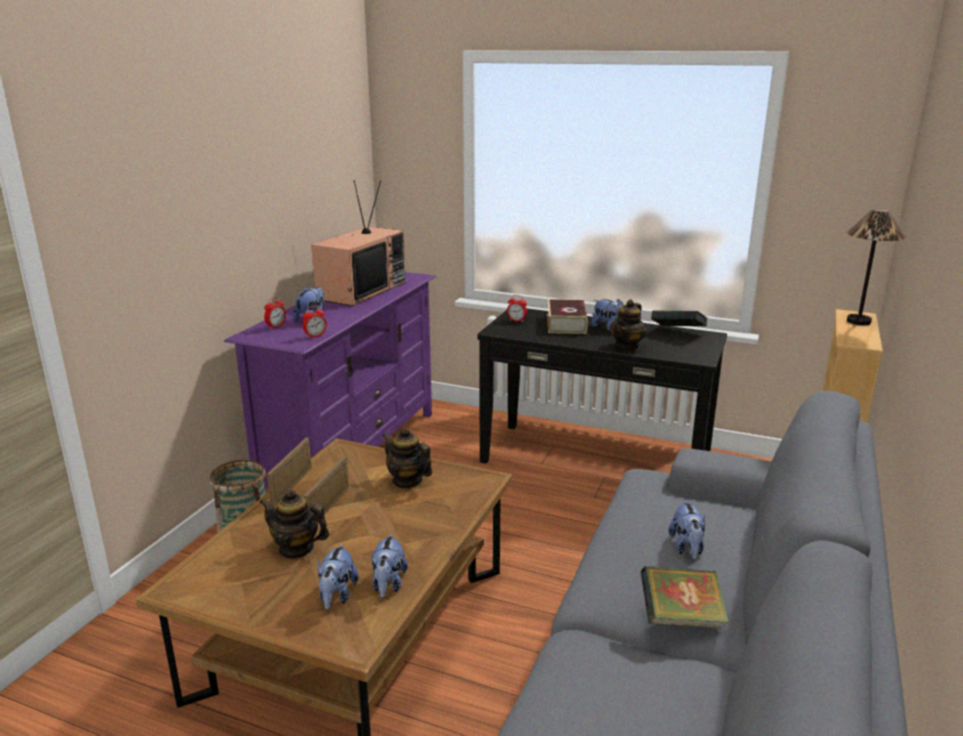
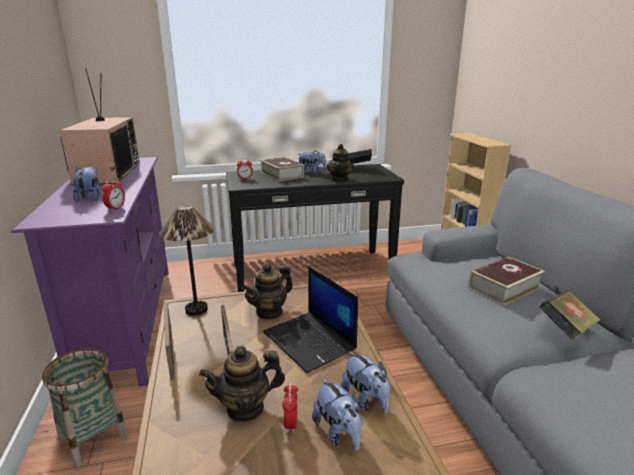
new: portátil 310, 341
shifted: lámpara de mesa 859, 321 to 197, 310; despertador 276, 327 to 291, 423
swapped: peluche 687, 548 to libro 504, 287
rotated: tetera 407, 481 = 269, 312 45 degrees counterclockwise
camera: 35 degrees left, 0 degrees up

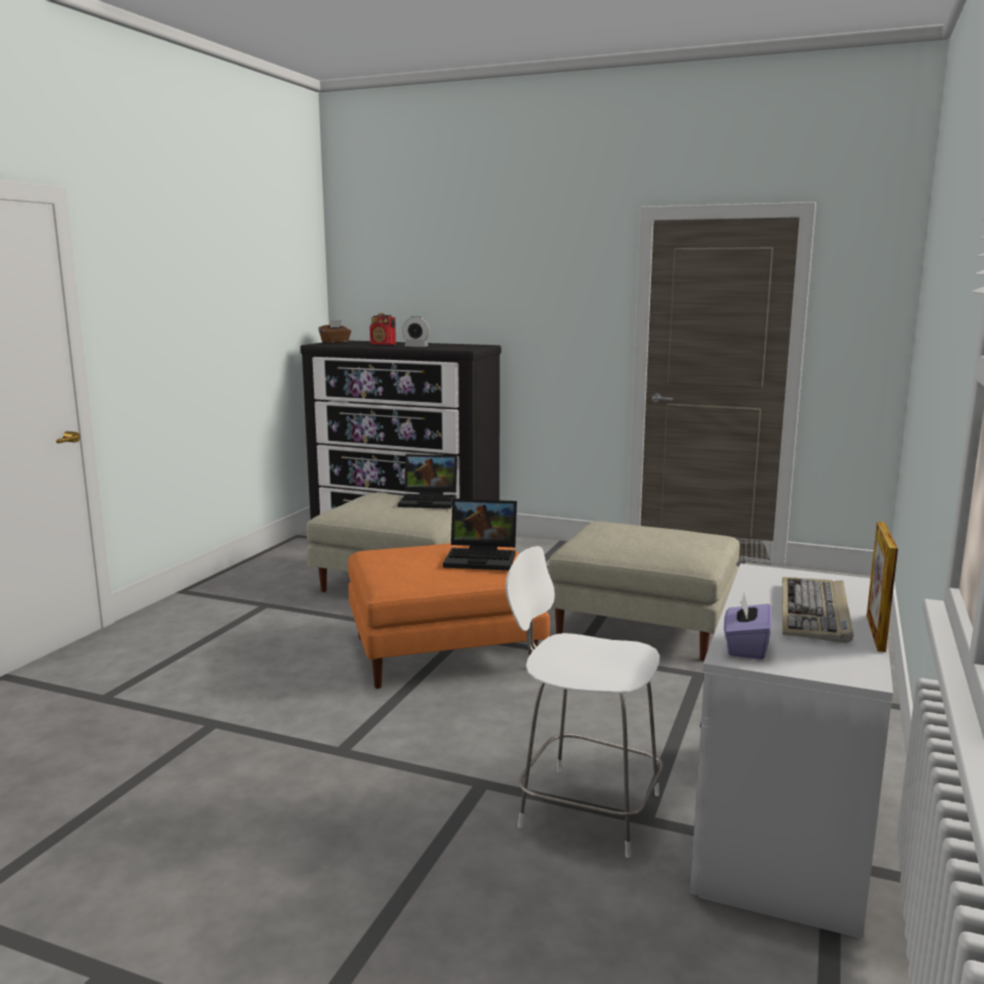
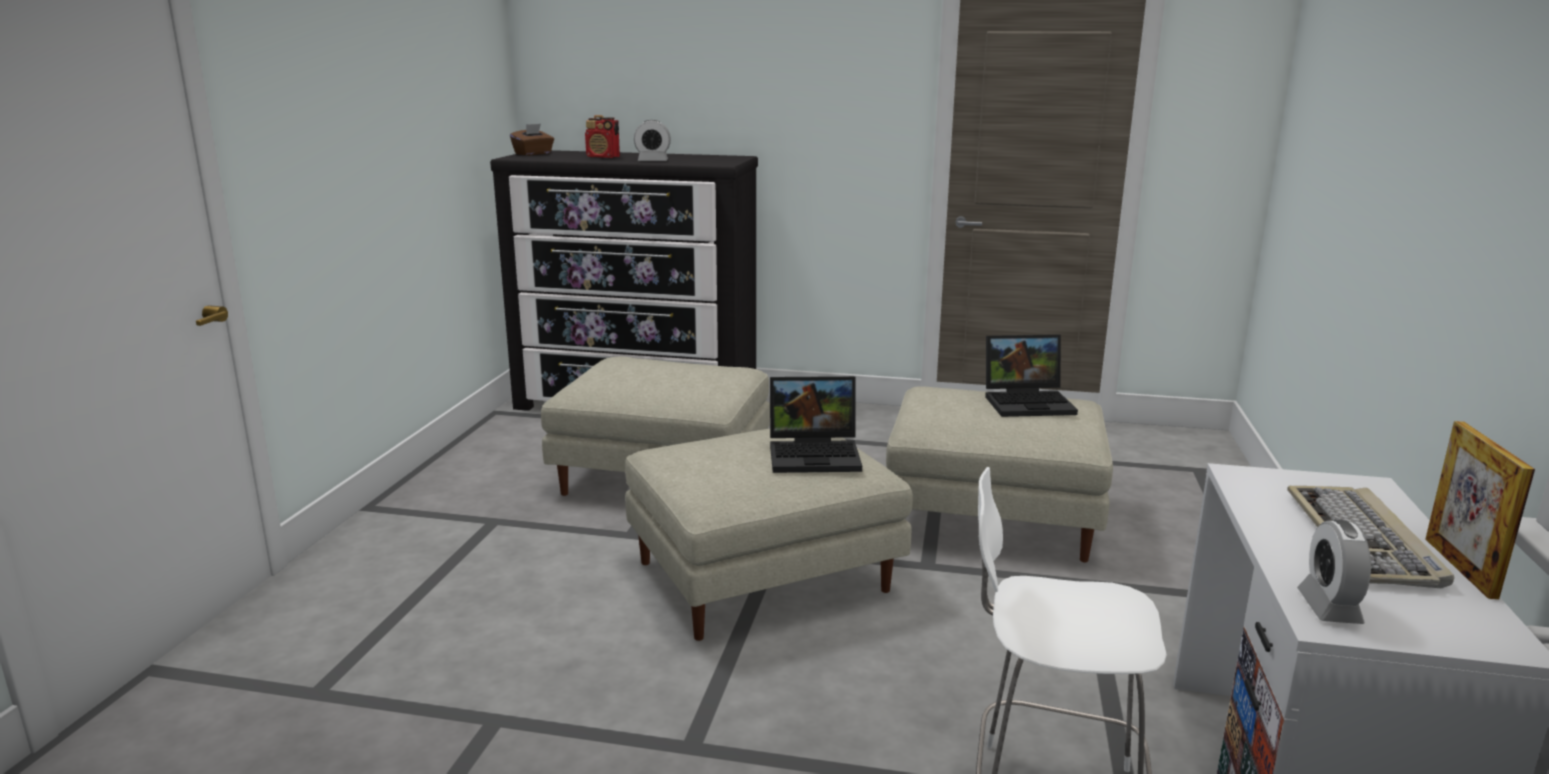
shifted: portátil 430, 501 to 1029, 402
swapped: caja de pañuelos/morado 745, 647 to despertador 1329, 607
repainted: puf/naranja 446, 651 to puf/beis 765, 575
camera: 10 degrees left, 5 degrees up

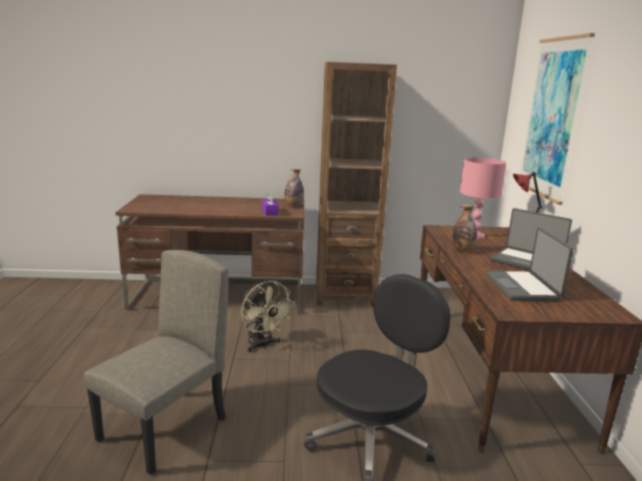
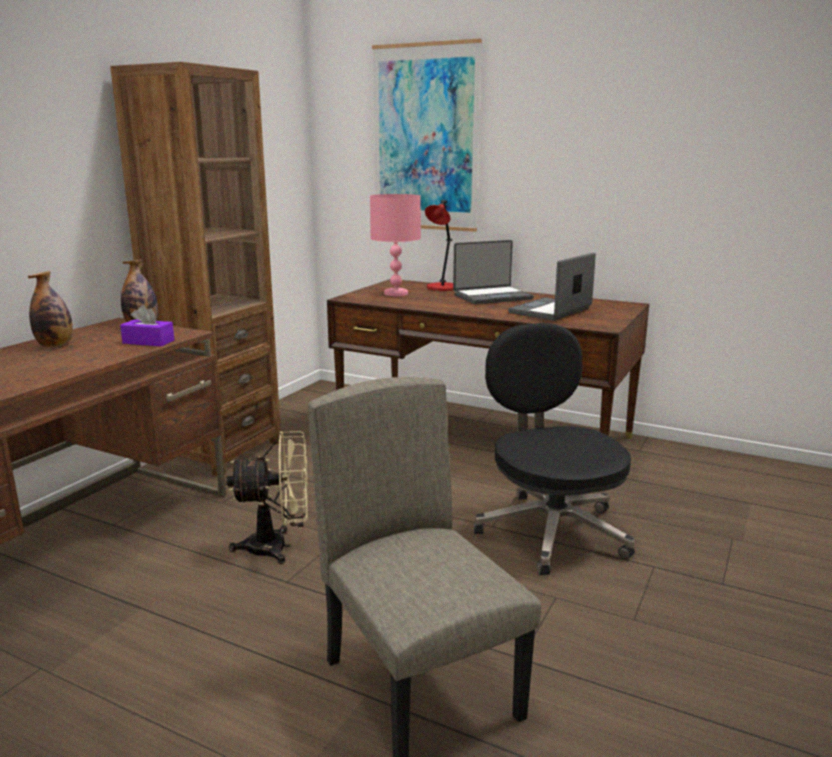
shifted: botella 463, 250 to 55, 345
rotated: portátil 523, 287 = 551, 311 105 degrees clockwise
camera: 60 degrees left, 0 degrees up

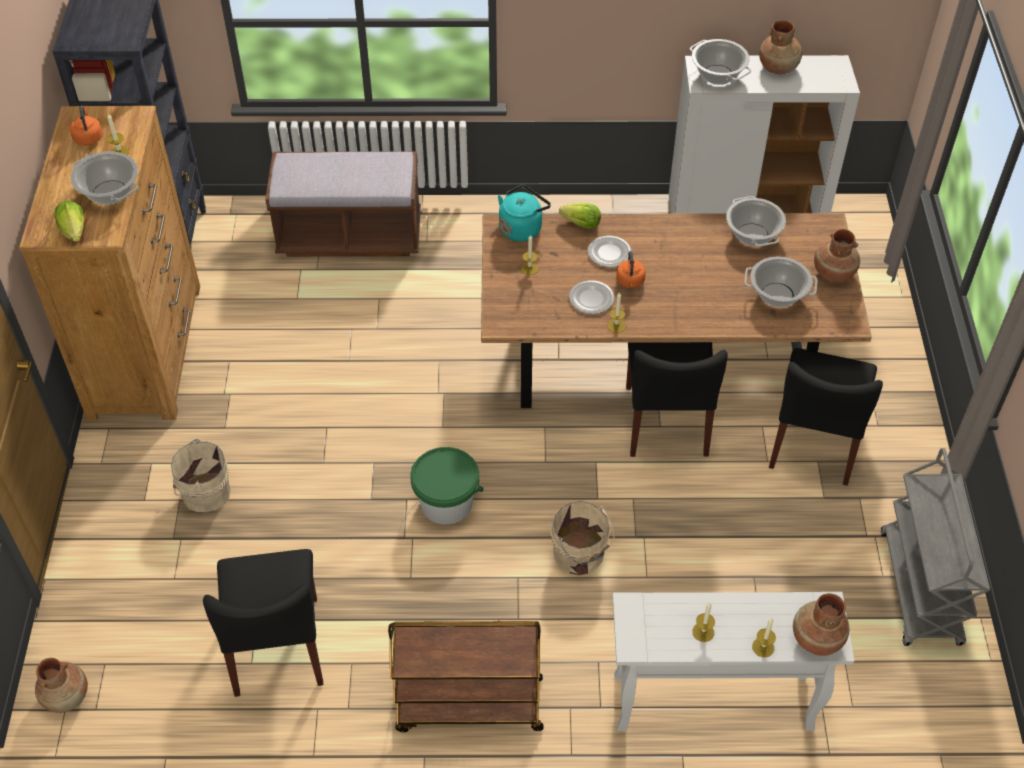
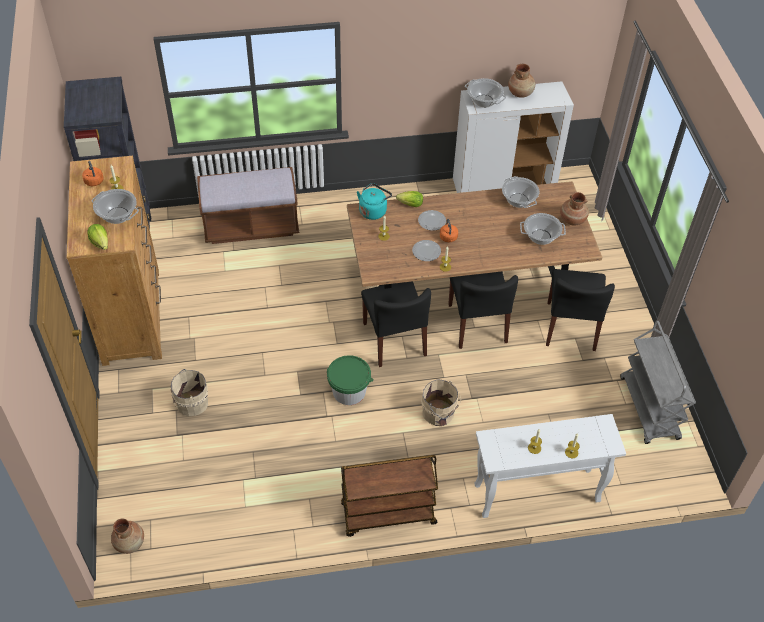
gone: florero/marrón 816, 639
shifted: silla/negro 277, 646 to 394, 339
camera: 10 degrees left, 0 degrees up

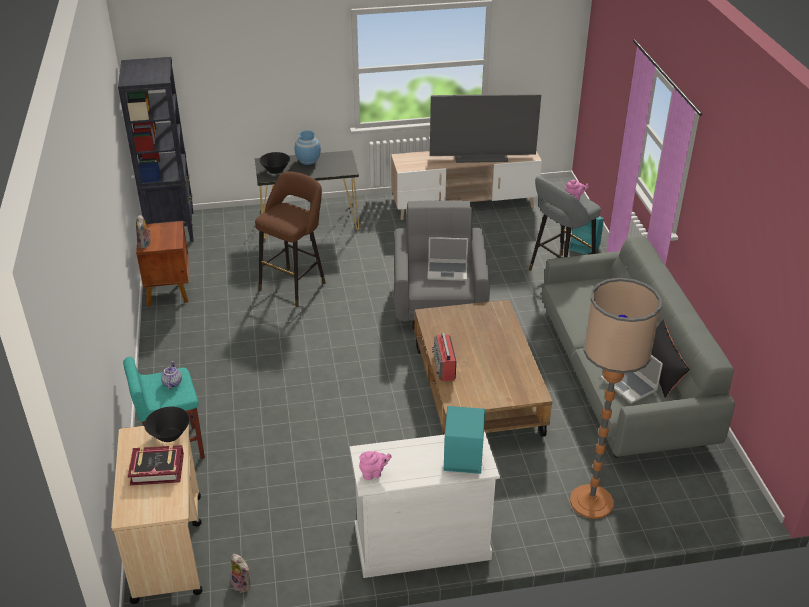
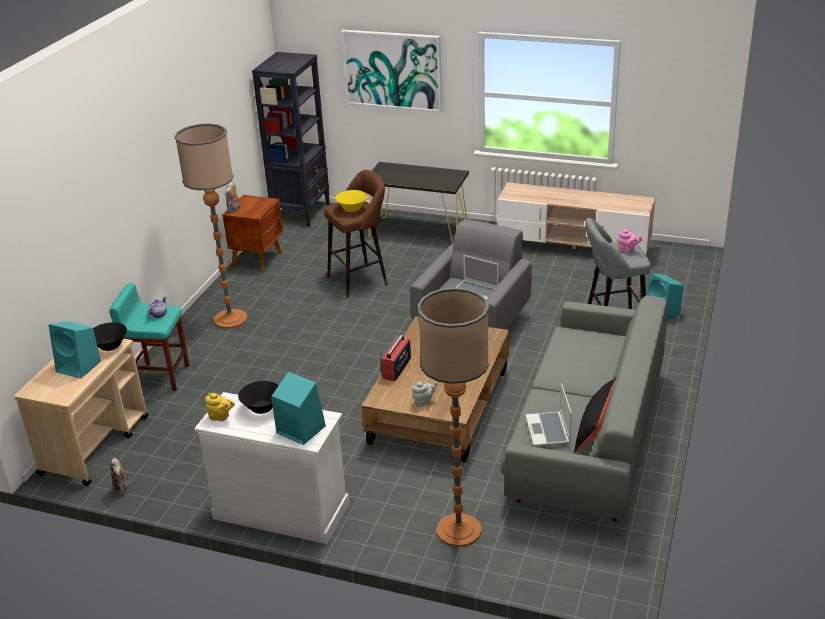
gone: televisor 481, 156; florero/azul 308, 161
new: cuadro 392, 70; lámpara de pie 230, 319; cuenco/amarillo 352, 209; tetera/gris 424, 402
shifted: cuenco/negro 275, 170 to 262, 408
swapped: libro 157, 469 to altavoz/turquesa 80, 366
repainted: tetera/rosa 374, 473 to tetera/amarillo 221, 417
camera: 30 degrees right, 5 degrees down

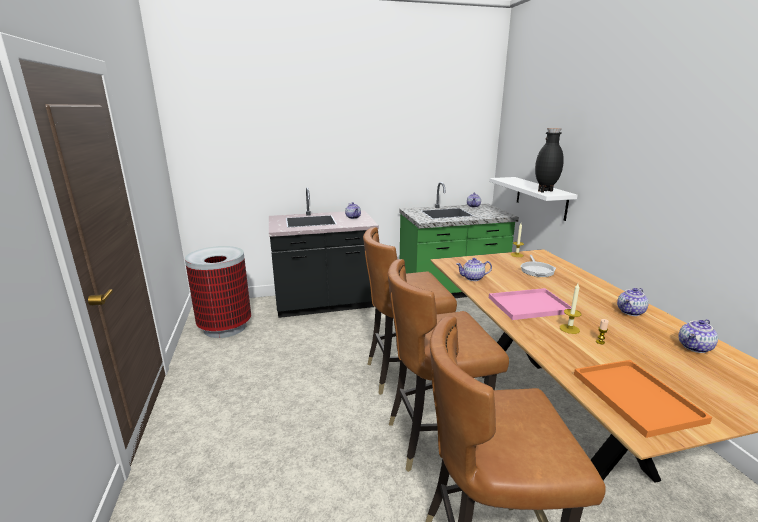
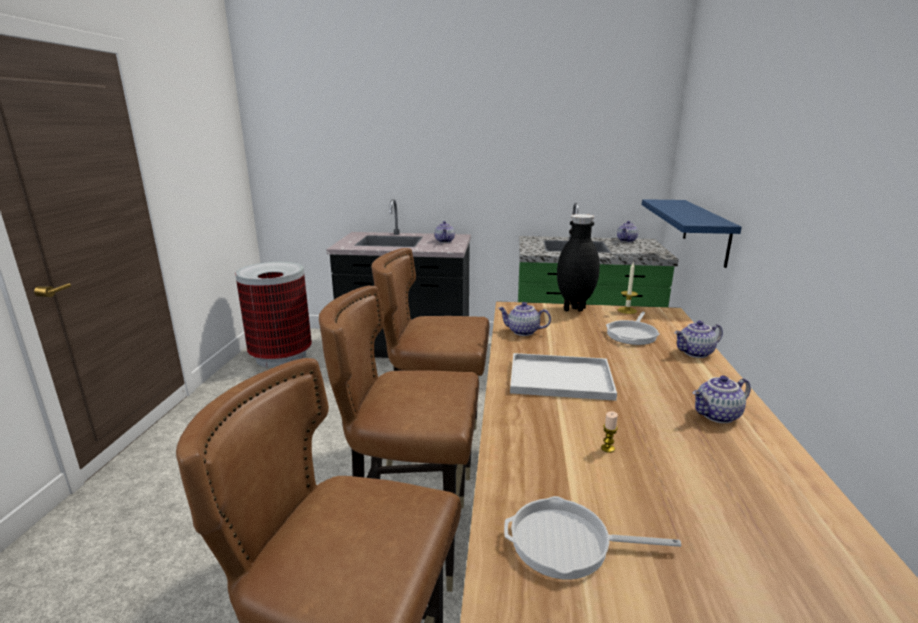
gone: vela 569, 329
shifted: florero/negro 545, 191 to 575, 309; tetera 695, 348 to 695, 353
swapped: bandeja/naranja 638, 398 to sartén 567, 543
repainted: estante/blanco 541, 197 to estante/azul 706, 231; bandeja/rosa 530, 304 to bandeja/blanco 562, 378
camera: 20 degrees right, 0 degrees up

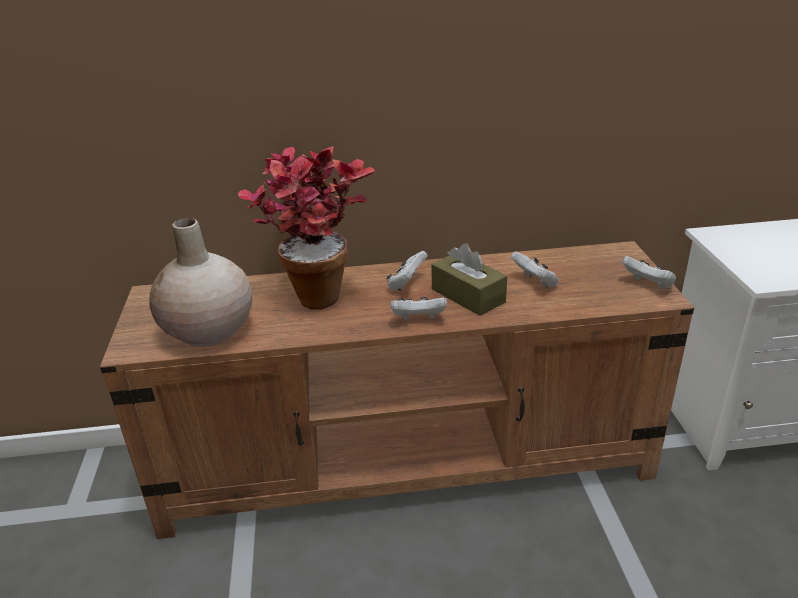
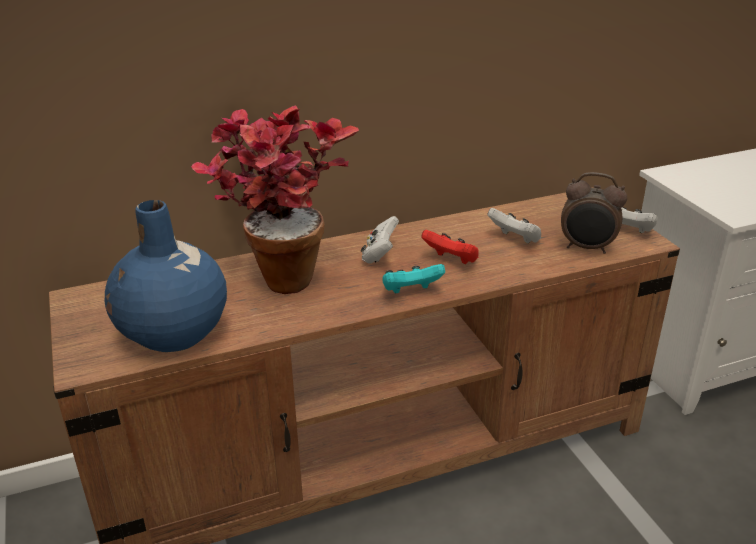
new: despertador 587, 248
swapped: caja de pañuelos/marrón 468, 295 to mando de consola/rojo 451, 260
repainted: florero/beis 209, 331 to florero/azul 174, 332; mando de consola/blanco 418, 319 to mando de consola/turquesa 411, 292
camera: 15 degrees left, 0 degrees up

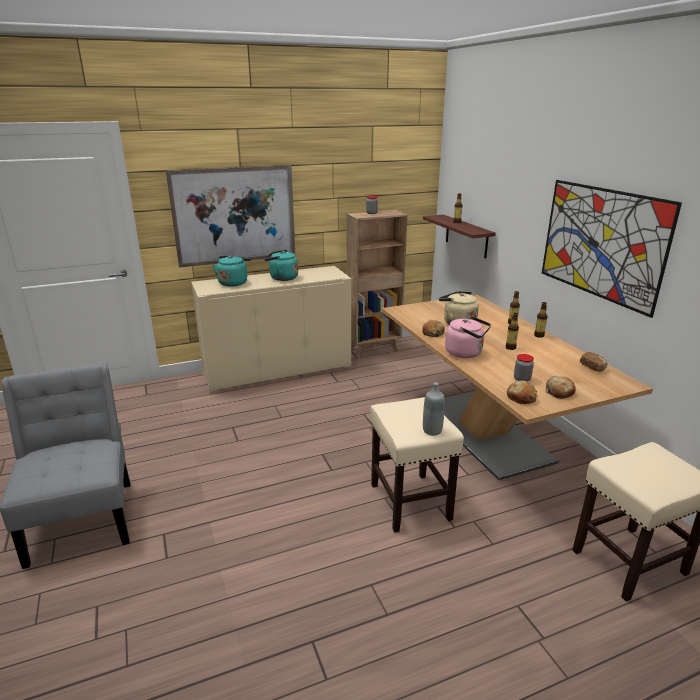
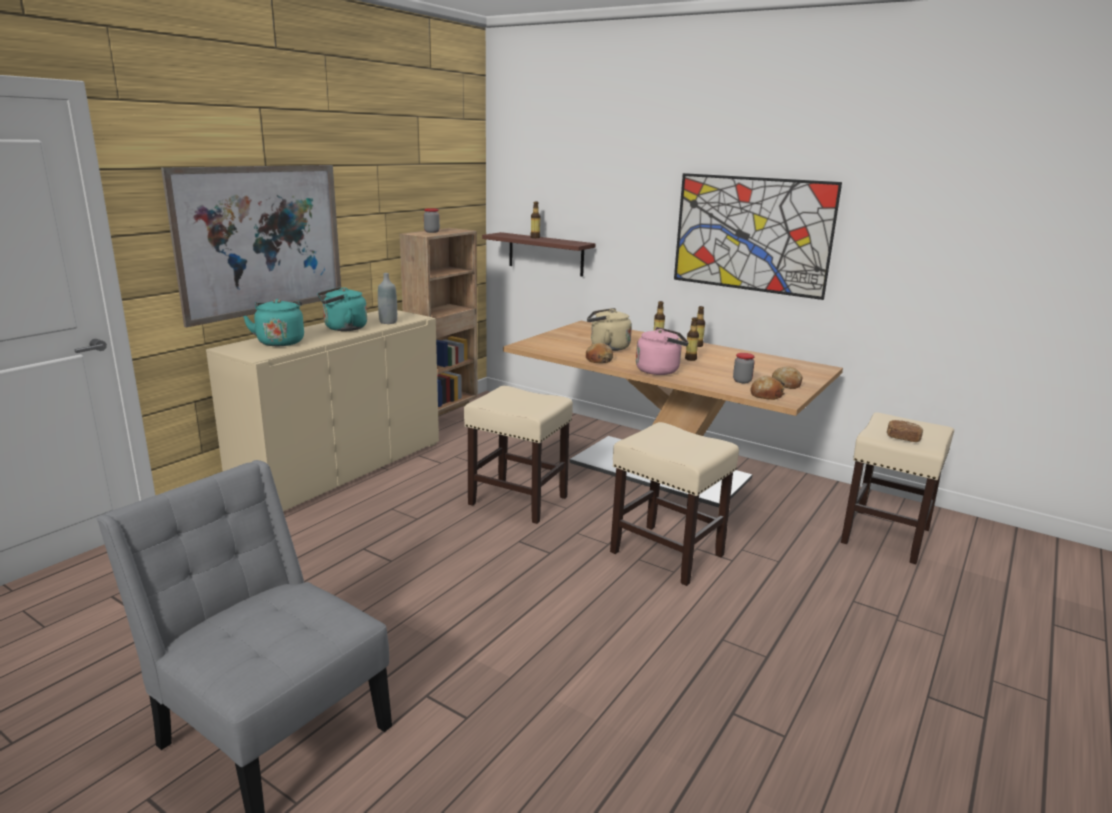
new: taburete/beis 517, 500
shifted: pan 592, 367 to 903, 439; botella/gris 432, 430 to 388, 322
camera: 35 degrees left, 5 degrees down

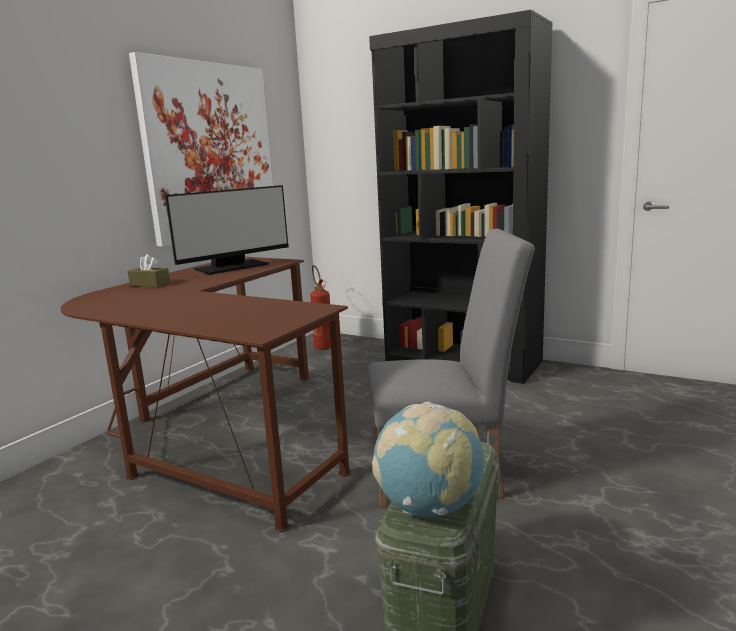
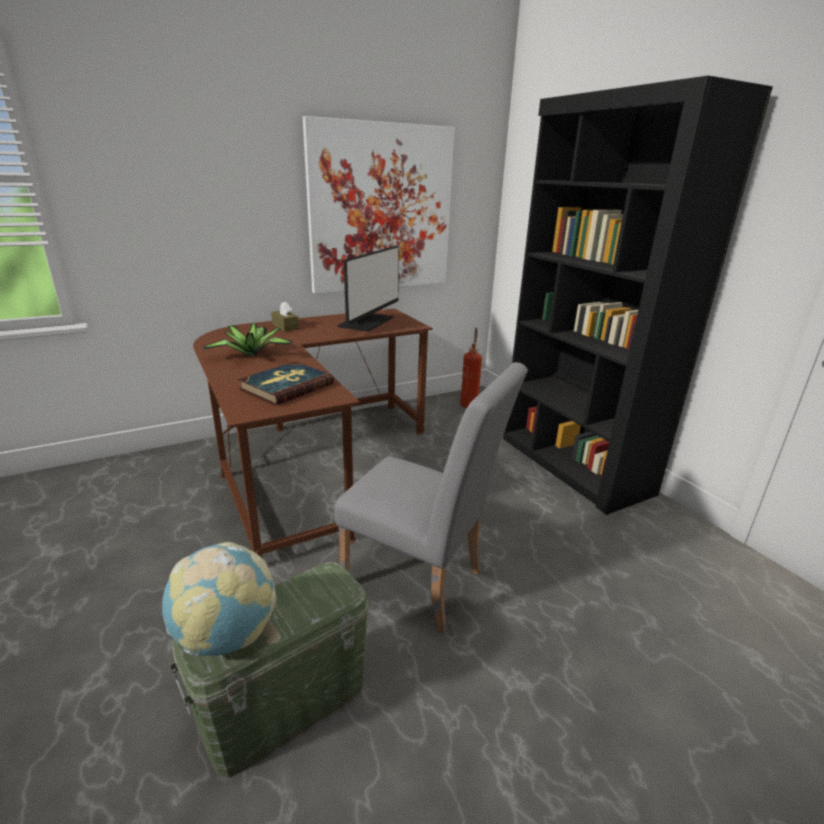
new: planta en maceta 252, 354; libro 286, 386
rotated: monitor 232, 267 = 367, 322 60 degrees counterclockwise
camera: 30 degrees right, 10 degrees up

